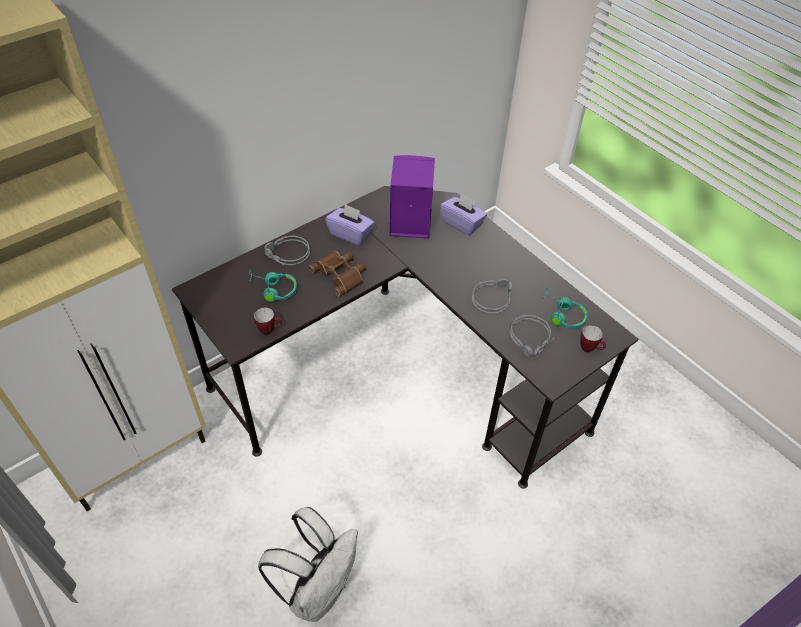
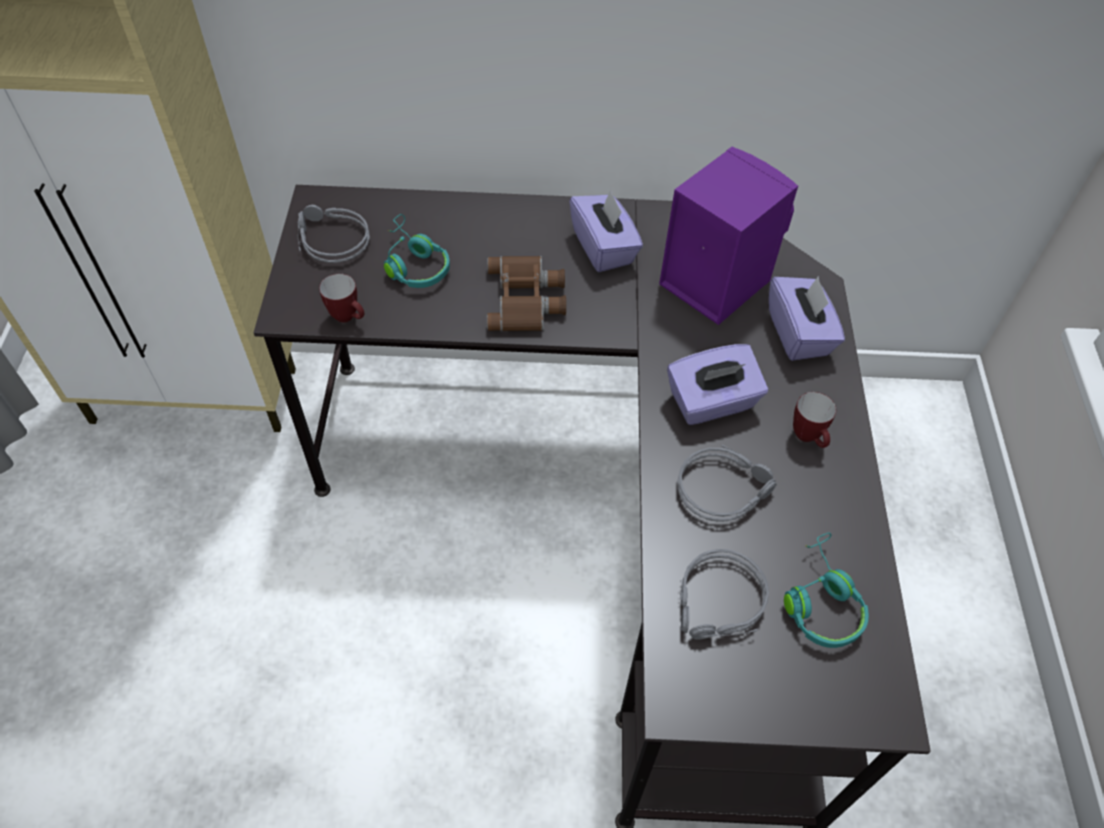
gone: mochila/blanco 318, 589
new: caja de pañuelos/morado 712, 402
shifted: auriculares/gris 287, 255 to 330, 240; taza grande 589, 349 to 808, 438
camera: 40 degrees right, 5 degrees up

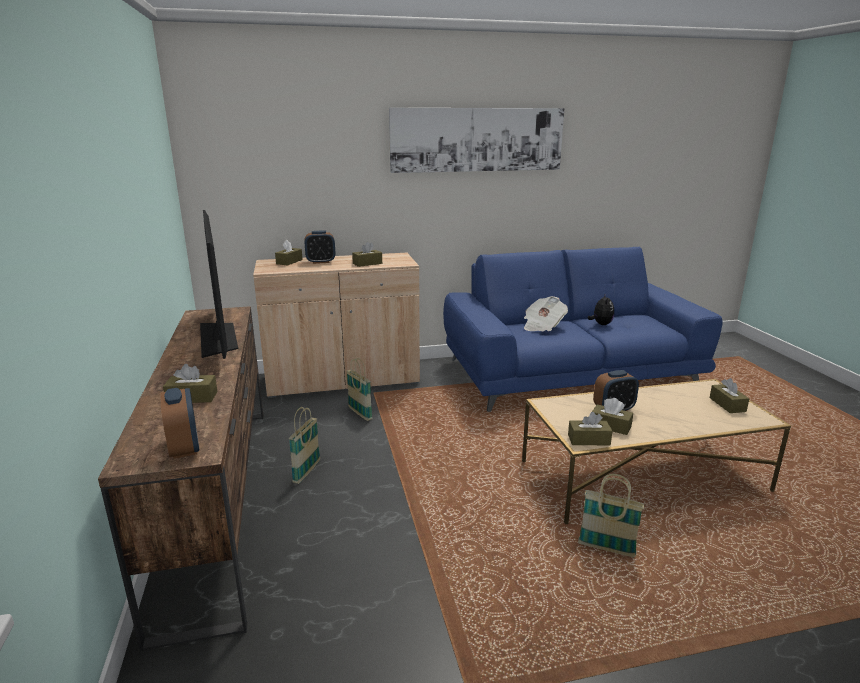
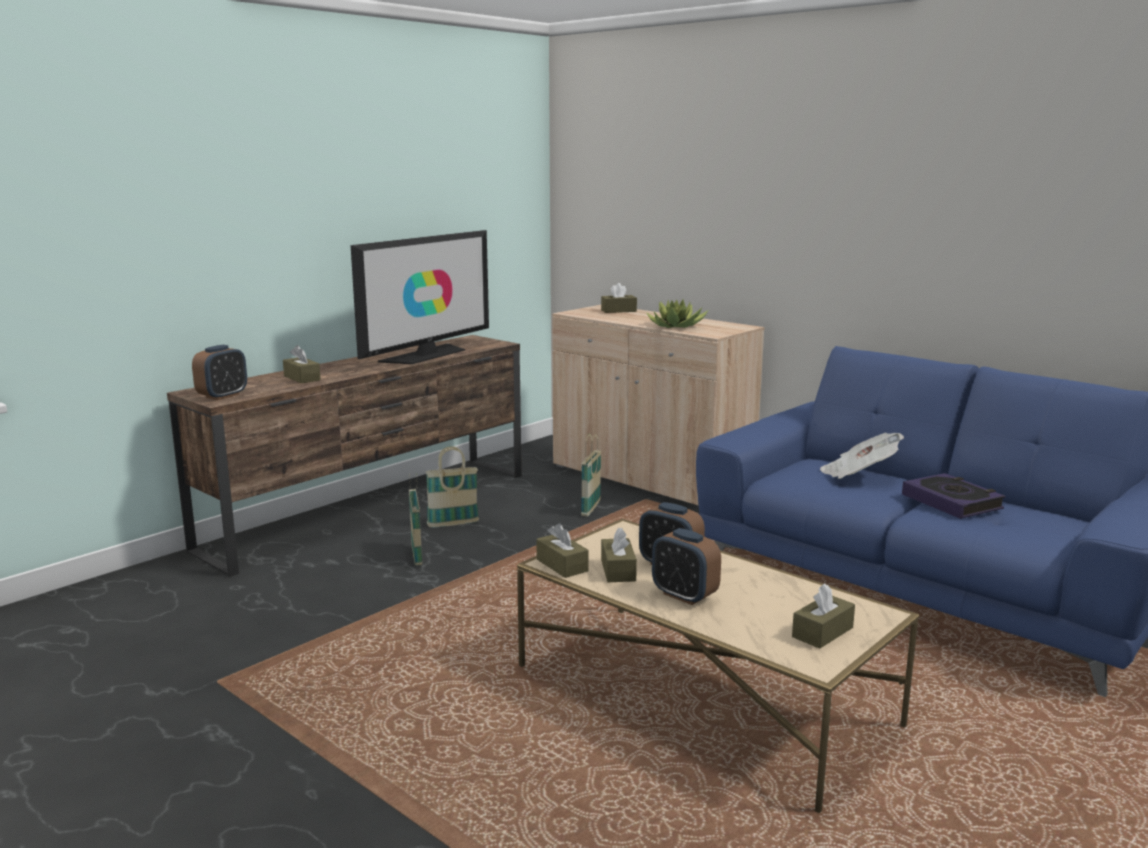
gone: cuadro 477, 140
shifted: despertador 320, 262 to 684, 595; cesta 606, 549 to 416, 556
swapped: caja de pañuelos/marrón 367, 263 to planta en maceta 676, 326; peluche 601, 324 to libro 951, 502
camera: 55 degrees right, 5 degrees down

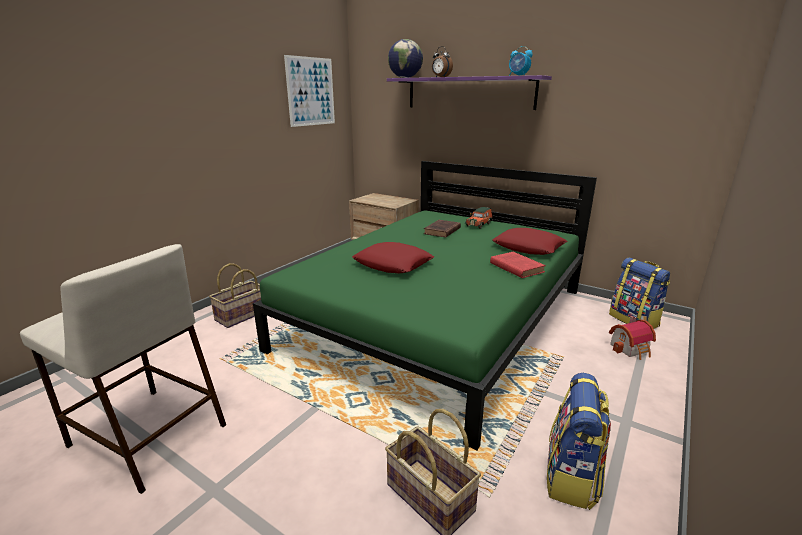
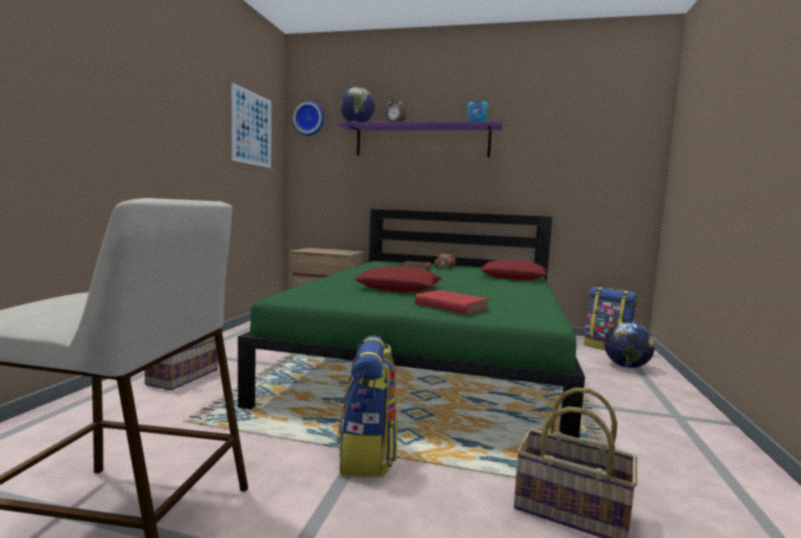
new: reloj de pared 309, 119
shifted: libro/rojo 515, 267 to 449, 306; mochila 572, 477 to 368, 455
swapped: casita 631, 349 to globo terráqueo 626, 366
camera: 20 degrees left, 15 degrees down

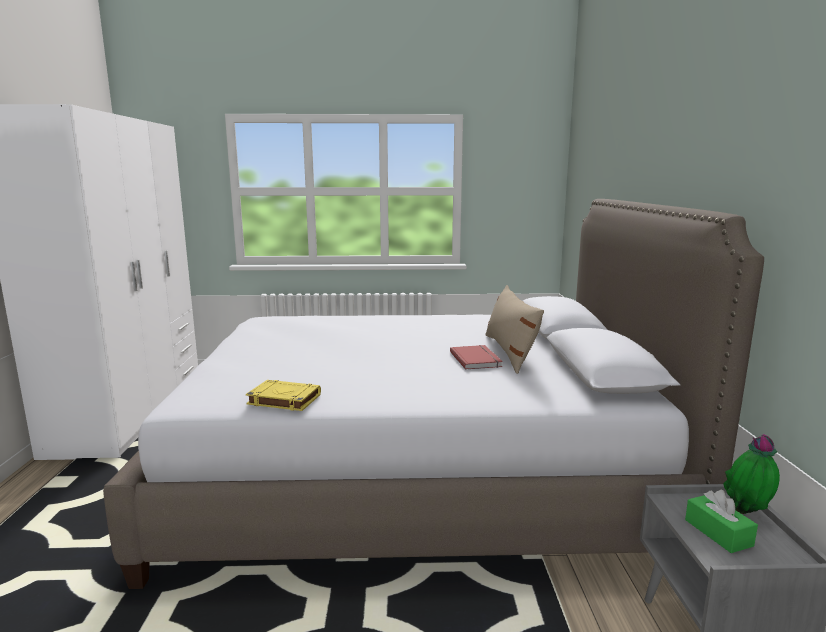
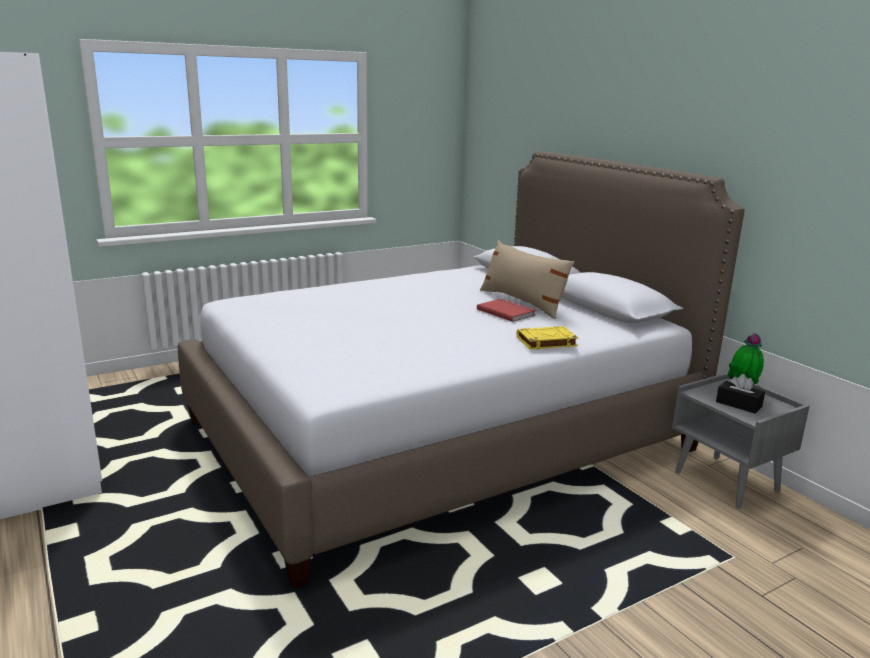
shifted: libro/amarillo 283, 400 to 545, 342
repainted: caja de pañuelos/verde 718, 533 to caja de pañuelos/negro 738, 404
camera: 30 degrees left, 5 degrees up

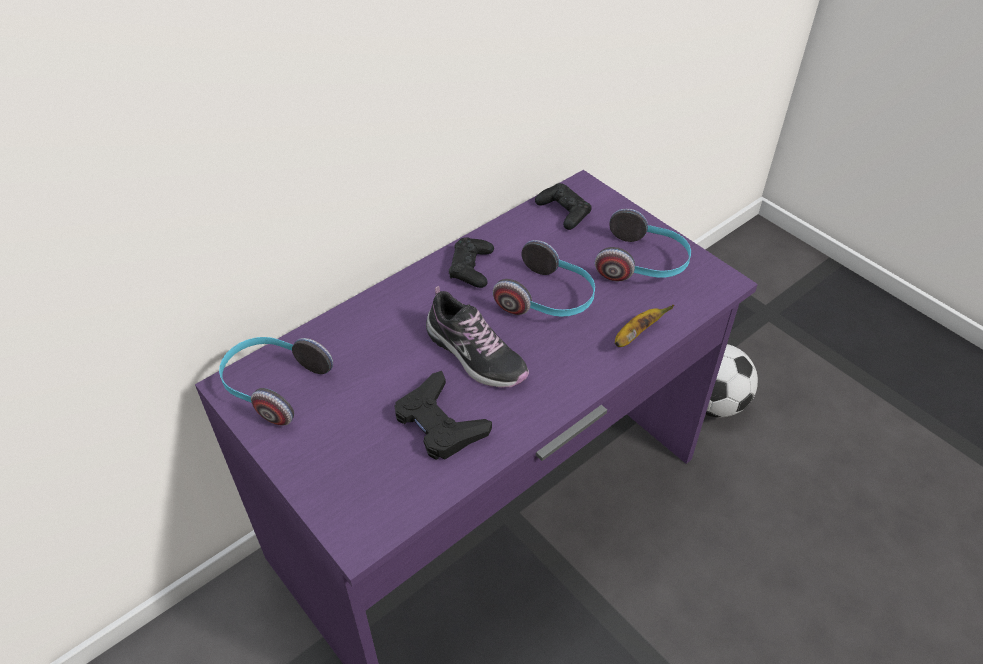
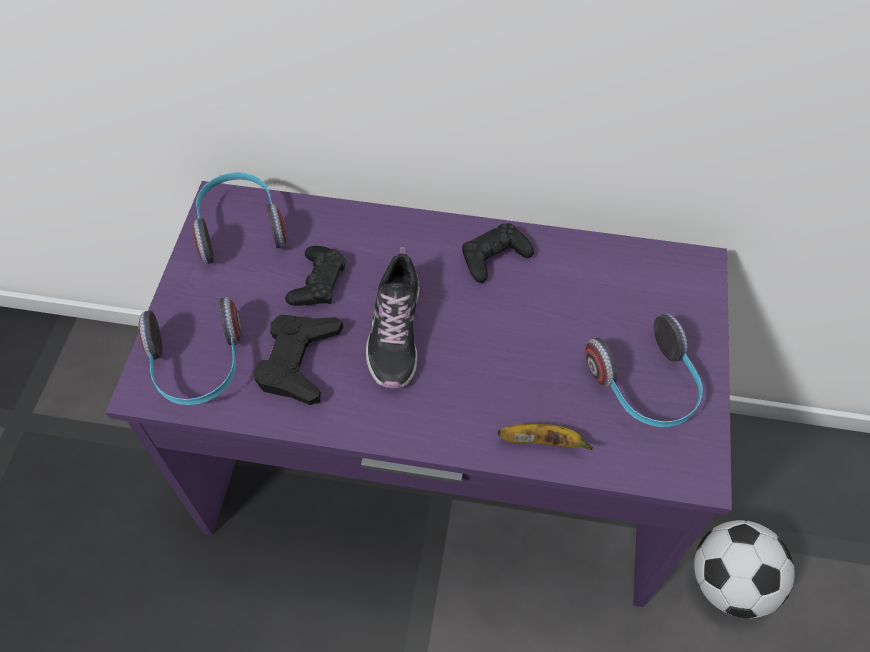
shifted: mando de consola/negro 564, 211 to 318, 282; auriculares 548, 299 to 198, 366
camera: 50 degrees right, 10 degrees up

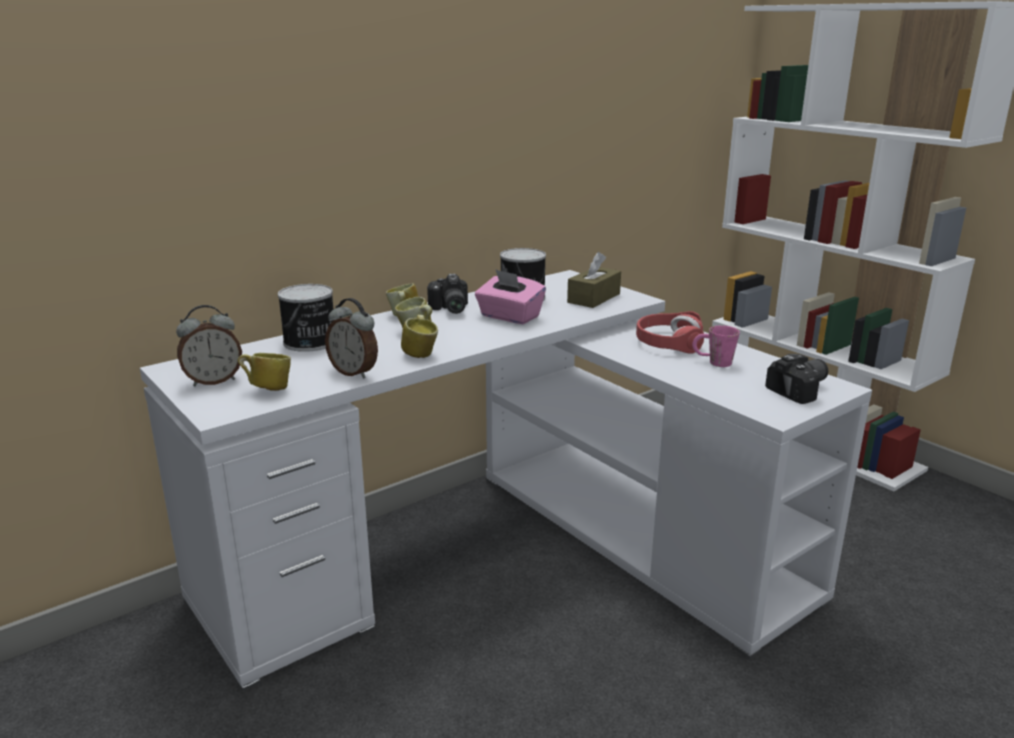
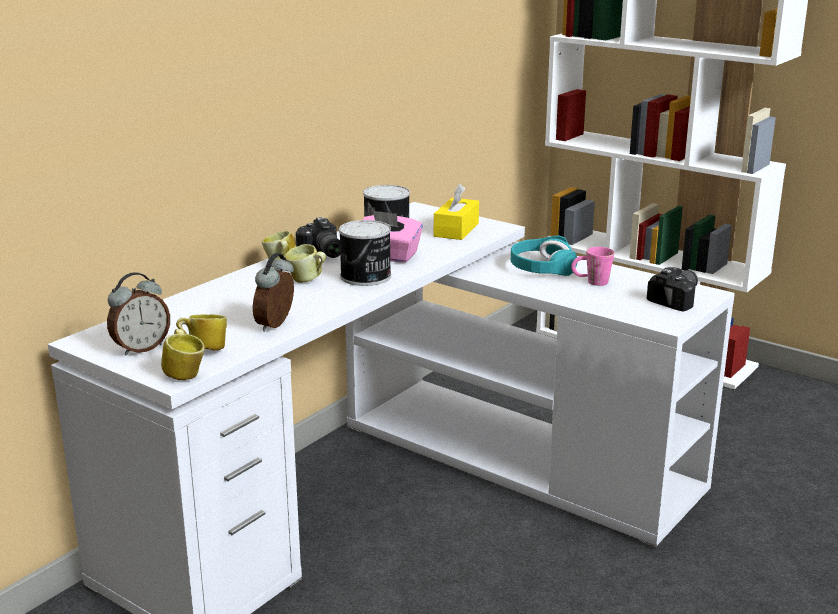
shifted: lata 310, 342 to 366, 277; taza grande 421, 353 to 184, 374
repainted: caja de pañuelos/marrón 594, 298 to caja de pañuelos/amarillo 456, 230; auriculares/rojo 668, 342 to auriculares/turquesa 542, 267
rotated: despertador 354, 372 = 277, 325 90 degrees clockwise
camera: 15 degrees left, 0 degrees up

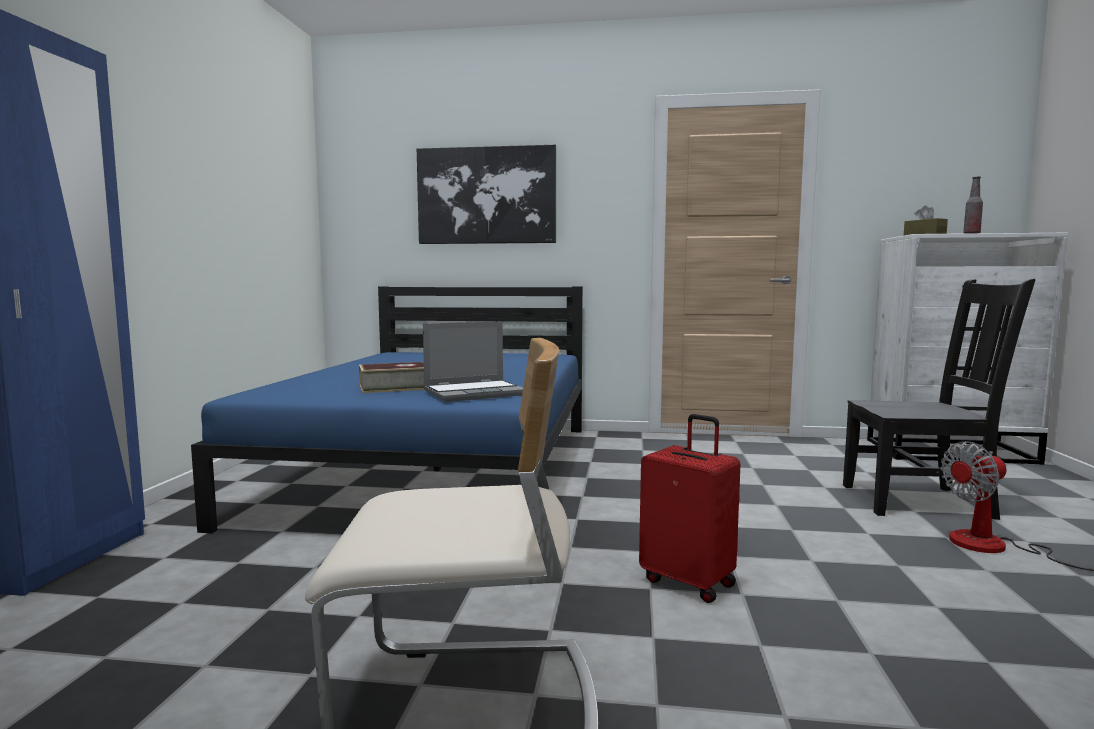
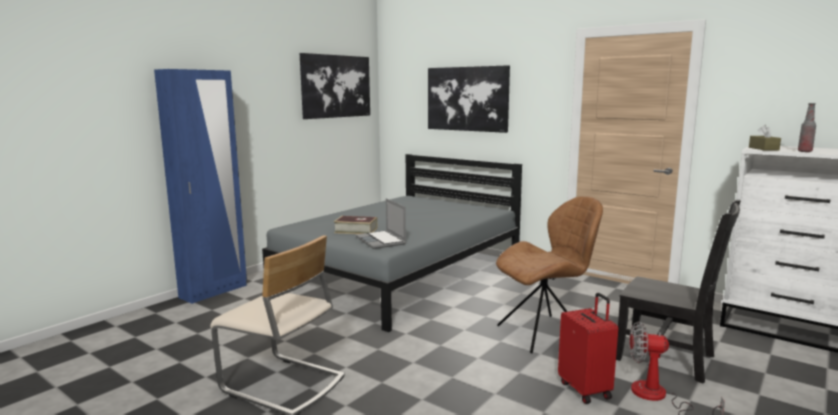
new: cuadro 336, 86; silla/marrón 544, 333
shifted: maleta/rojo 689, 581 to 586, 390
repainted: cama/azul 439, 469 to cama/gris 400, 275
rotated: portátil 475, 393 = 381, 241 60 degrees clockwise
camera: 30 degrees right, 5 degrees up

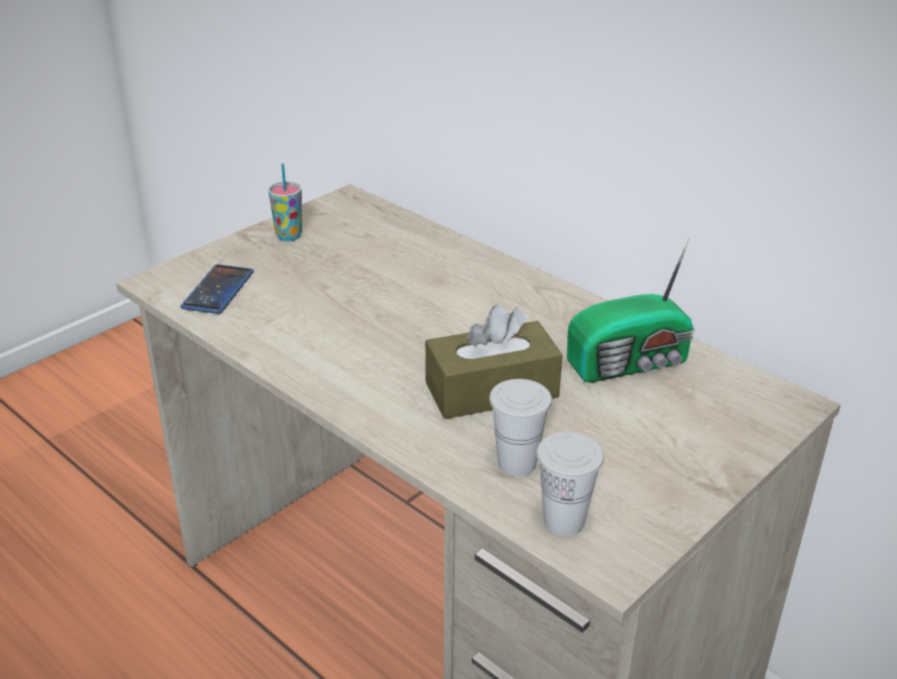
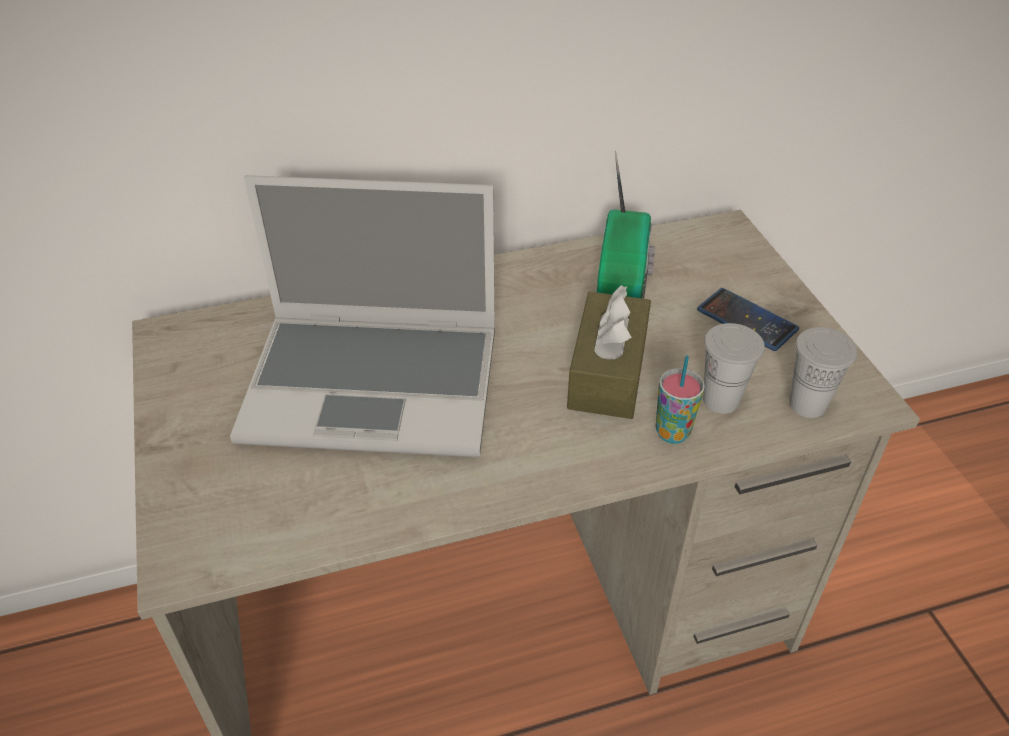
new: portátil 377, 385
shifted: taza 289, 236 to 672, 433; móvil 218, 290 to 746, 320
camera: 60 degrees left, 10 degrees up

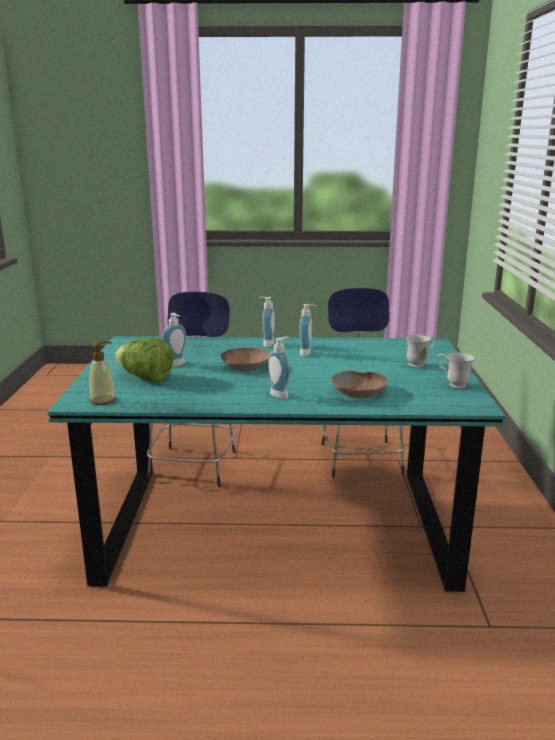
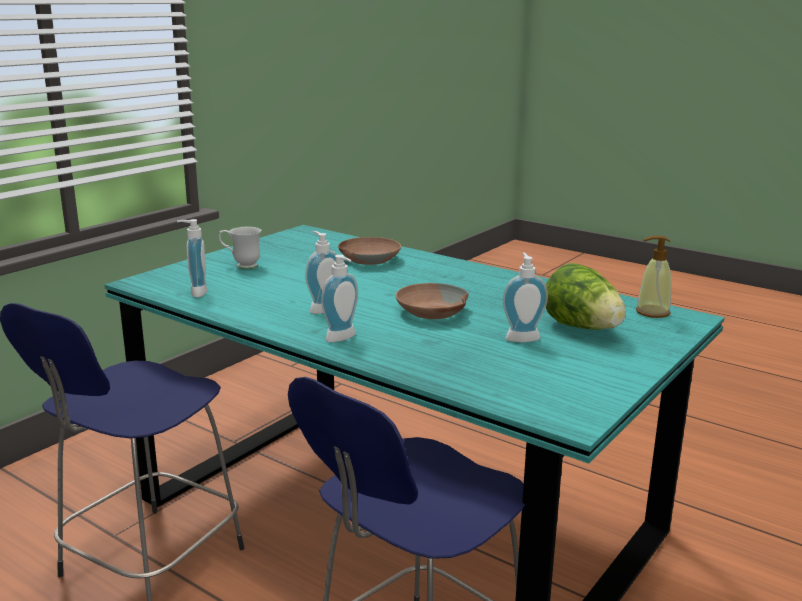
gone: taza grande/blanco 452, 385
shifted: dispensador de jabón 281, 394 to 195, 292
camera: 145 degrees left, 0 degrees up

